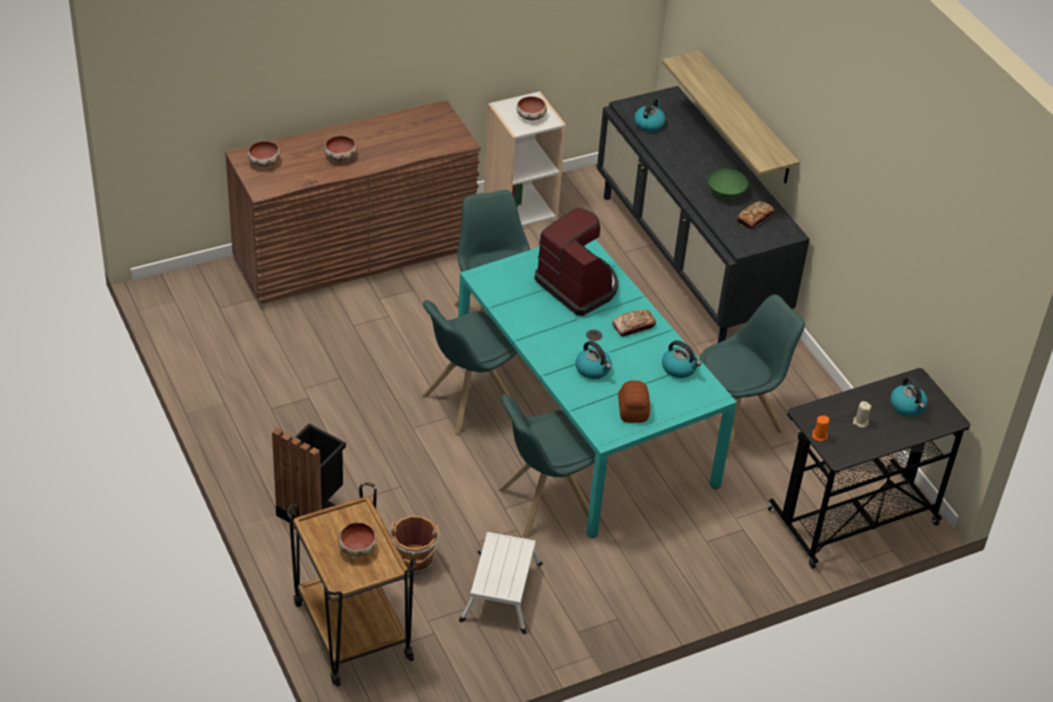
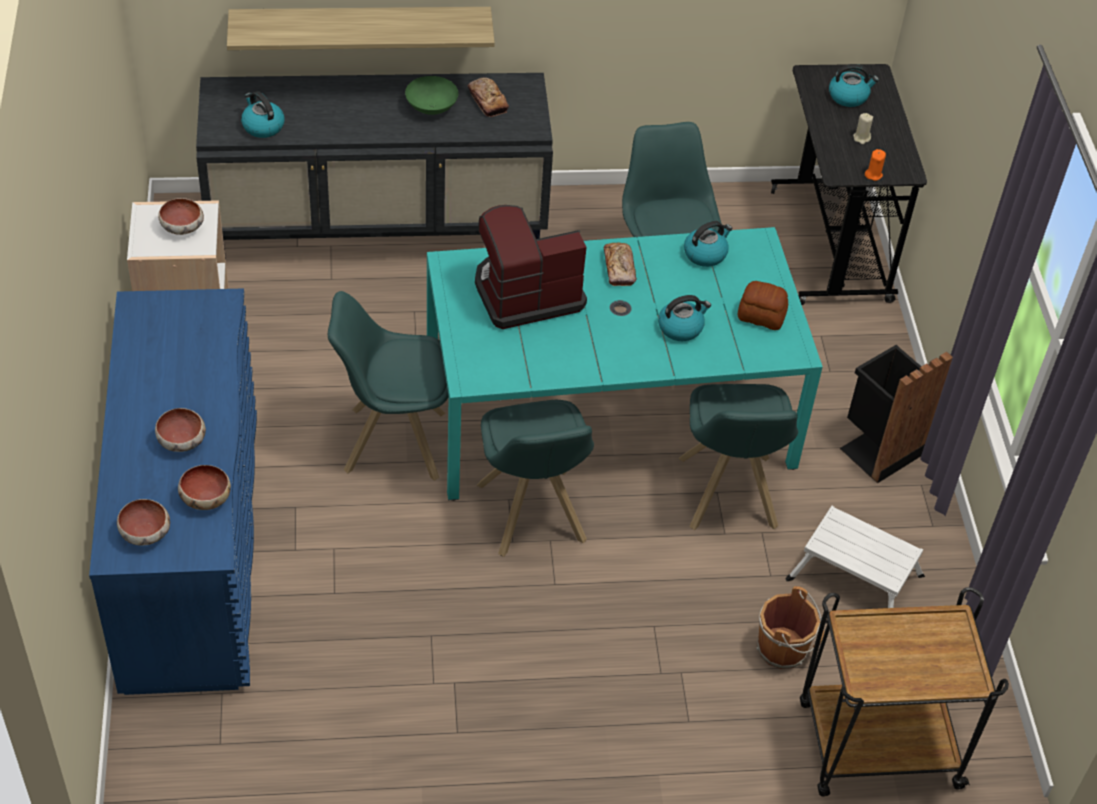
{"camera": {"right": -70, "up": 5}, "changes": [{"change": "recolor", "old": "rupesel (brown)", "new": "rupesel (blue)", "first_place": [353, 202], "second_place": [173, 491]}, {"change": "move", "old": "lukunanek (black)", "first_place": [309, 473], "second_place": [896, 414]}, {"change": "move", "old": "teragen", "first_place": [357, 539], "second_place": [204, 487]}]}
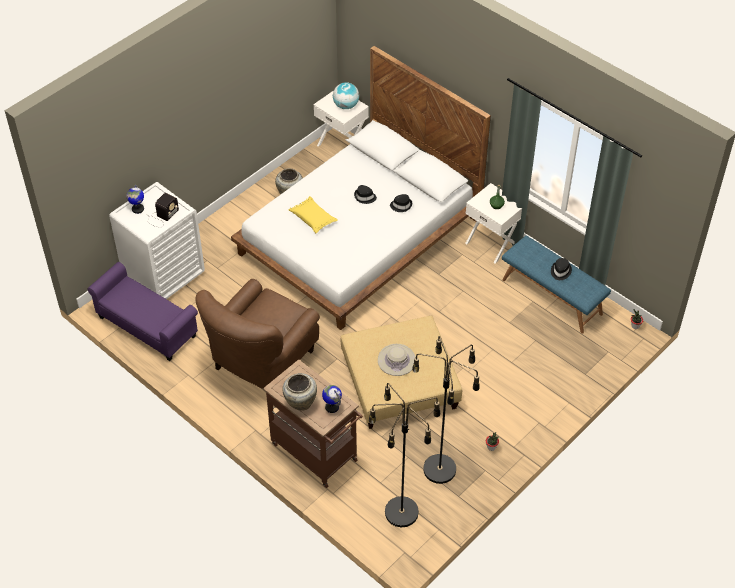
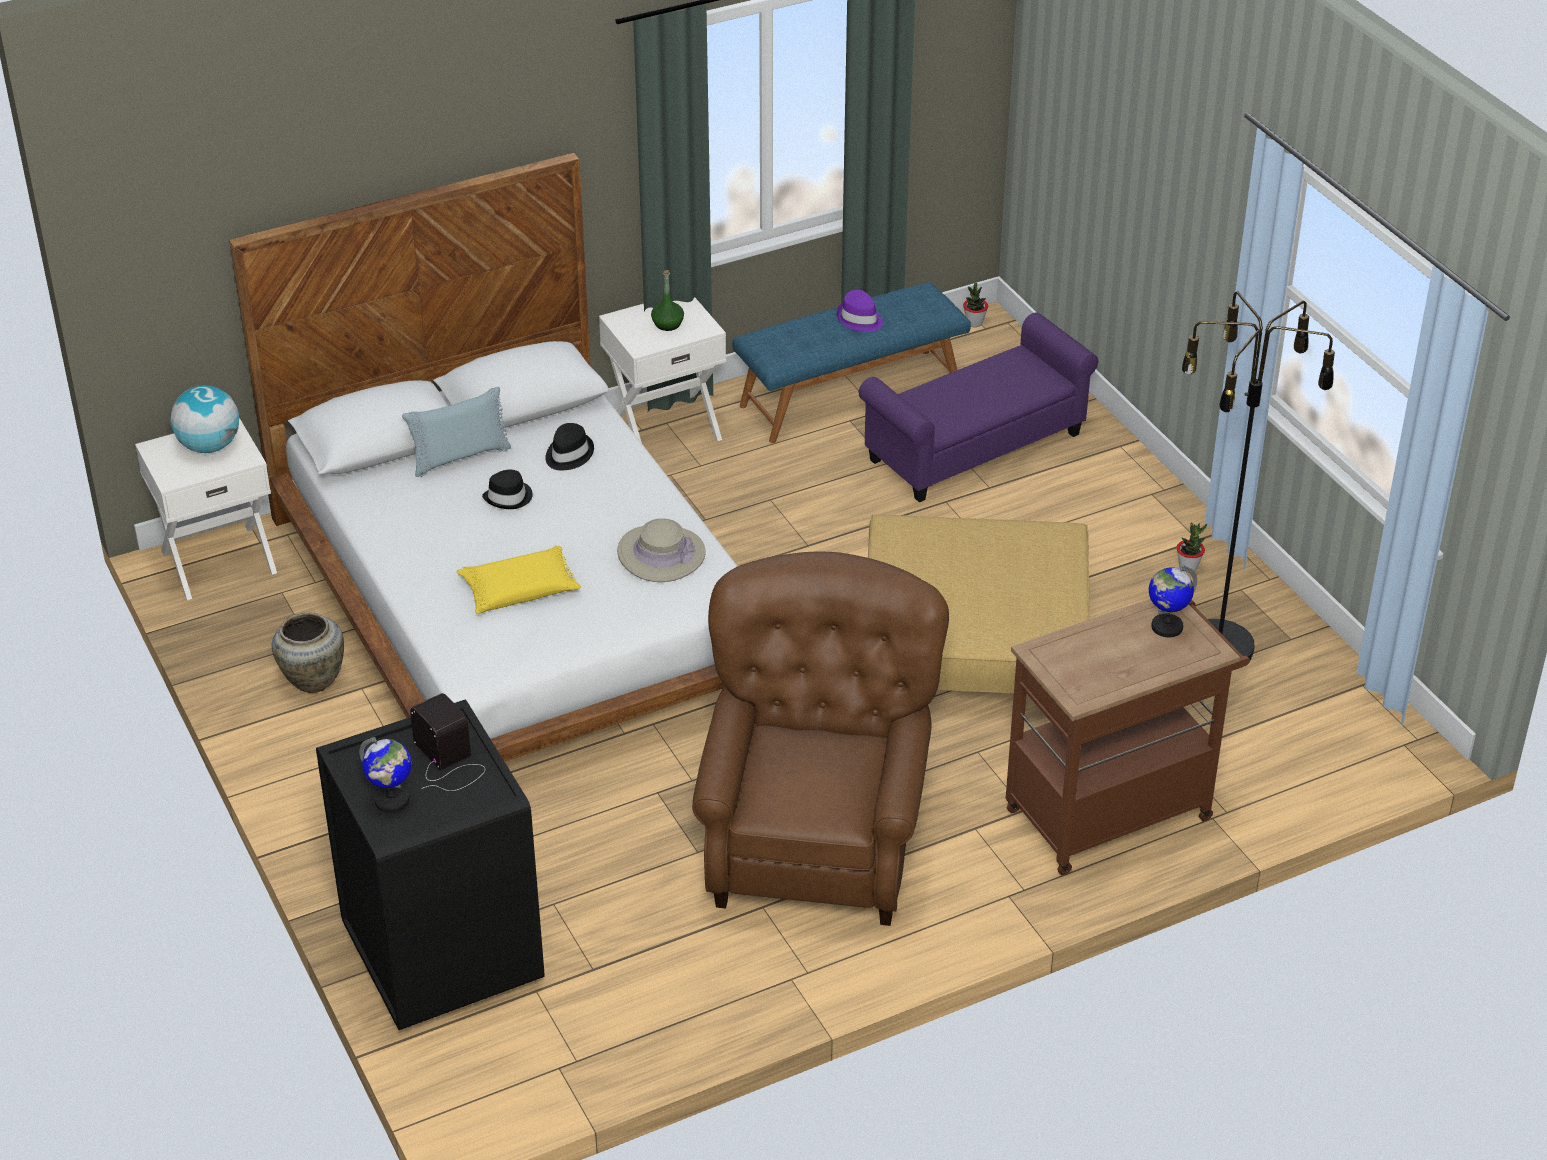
{"camera": {"right": -70, "up": -10}, "changes": [{"change": "move", "old": "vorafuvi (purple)", "first_place": [142, 311], "second_place": [978, 407]}, {"change": "recolor", "old": "rupesel (white)", "new": "rupesel (black)", "first_place": [157, 240], "second_place": [430, 864]}, {"change": "rotate", "old": "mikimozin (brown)", "first_place": [257, 334], "second_place": [820, 739], "degrees": -135}, {"change": "delete", "old": "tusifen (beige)", "first_place": [299, 392]}, {"change": "delete", "old": "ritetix", "first_place": [404, 455]}, {"change": "move", "old": "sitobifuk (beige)", "first_place": [397, 360], "second_place": [661, 550]}, {"change": "recolor", "old": "sitobifuk (black)", "new": "sitobifuk (purple)", "first_place": [561, 269], "second_place": [860, 311]}, {"change": "insert", "new": "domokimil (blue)", "second_place": [456, 432]}]}
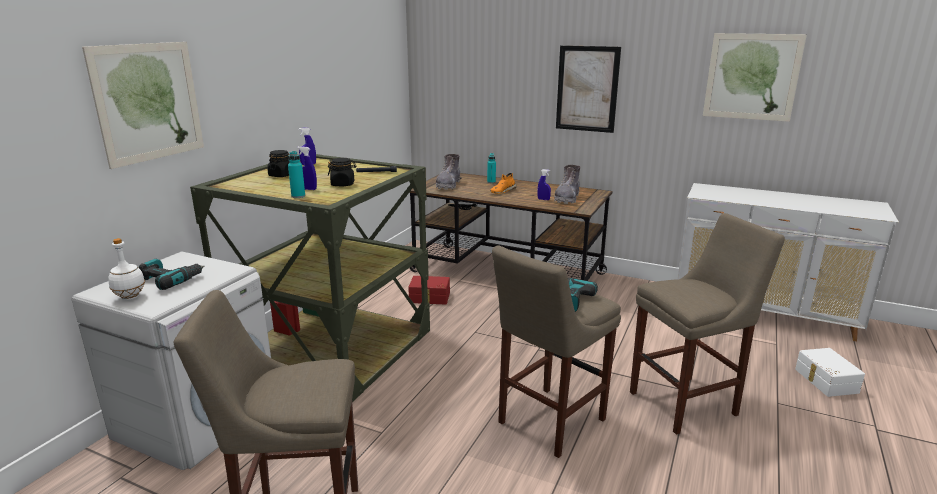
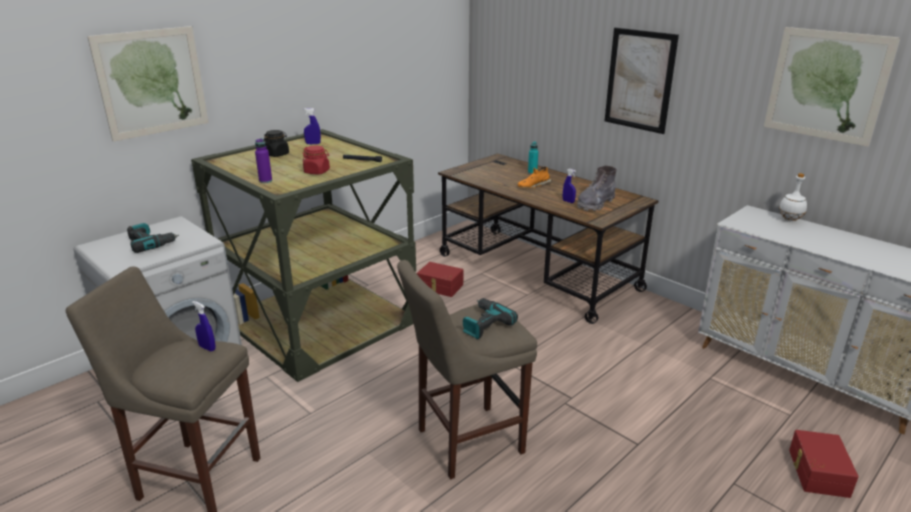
{"camera": {"right": 20, "up": 5}, "changes": [{"change": "move", "old": "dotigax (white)", "first_place": [126, 269], "second_place": [793, 197]}, {"change": "recolor", "old": "dotigax (turquoise)", "new": "dotigax (purple)", "first_place": [296, 174], "second_place": [263, 160]}, {"change": "move", "old": "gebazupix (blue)", "first_place": [307, 168], "second_place": [204, 326]}, {"change": "recolor", "old": "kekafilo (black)", "new": "kekafilo (red)", "first_place": [342, 172], "second_place": [316, 159]}, {"change": "delete", "old": "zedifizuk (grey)", "first_place": [448, 172]}, {"change": "delete", "old": "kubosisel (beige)", "first_place": [707, 324]}, {"change": "recolor", "old": "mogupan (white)", "new": "mogupan (red)", "first_place": [830, 372], "second_place": [824, 464]}]}
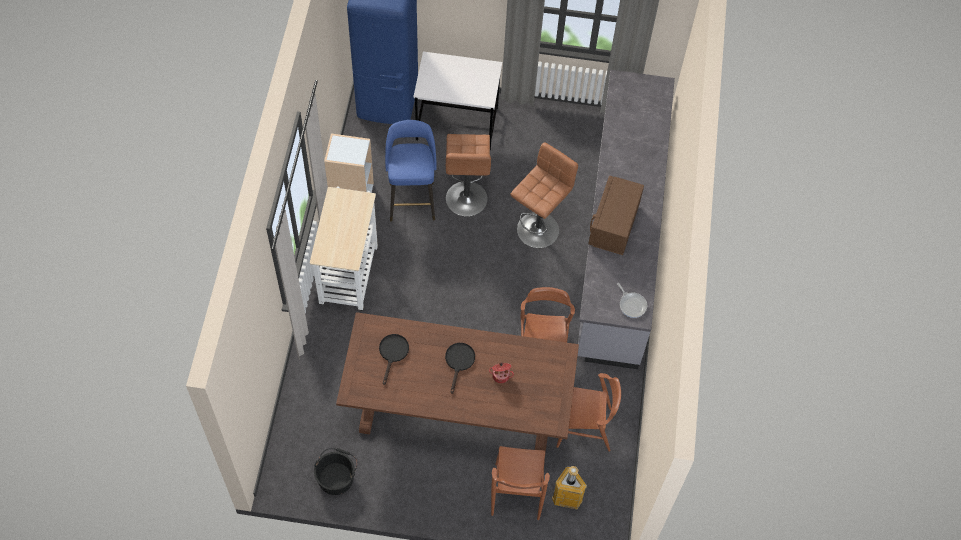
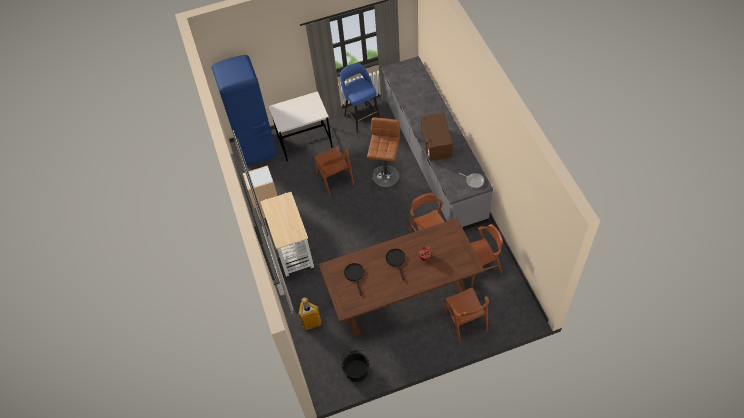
{"camera": {"right": -20, "up": -5}, "changes": [{"change": "move", "old": "kubosisel (blue)", "first_place": [410, 170], "second_place": [360, 98]}, {"change": "replace", "old": "kubosisel (brown)", "new": "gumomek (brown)", "first_place": [468, 175], "second_place": [334, 171]}, {"change": "move", "old": "lukunanek", "first_place": [569, 487], "second_place": [310, 313]}]}
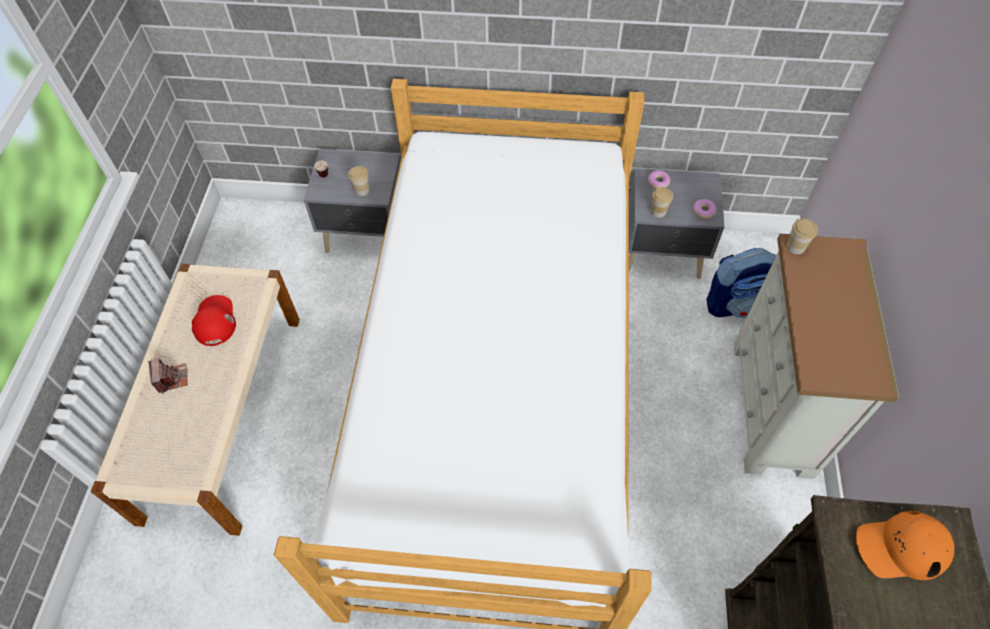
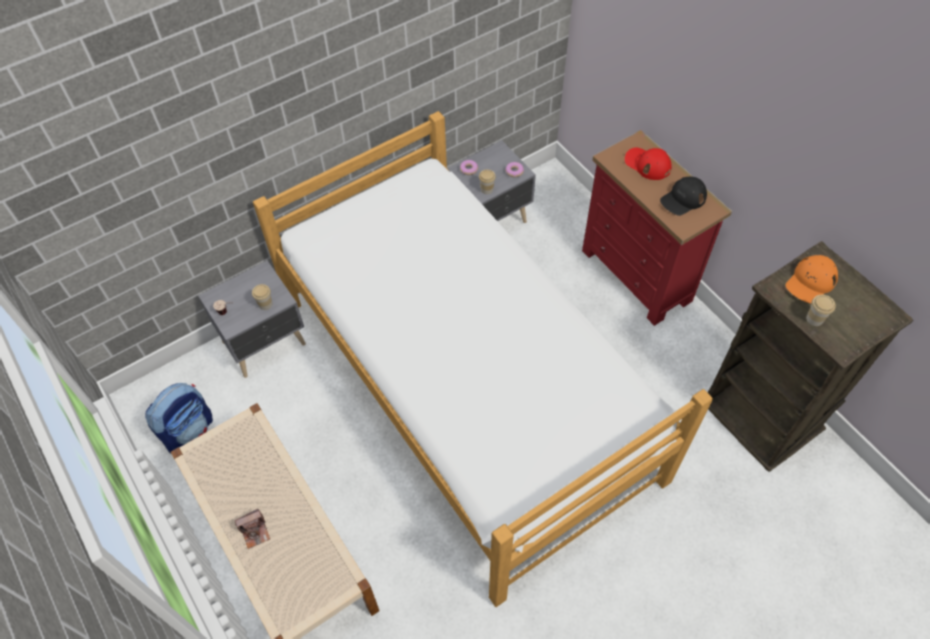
{"camera": {"right": -40, "up": 0}, "changes": [{"change": "rotate", "old": "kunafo", "first_place": [168, 376], "second_place": [252, 529], "degrees": 120}, {"change": "move", "old": "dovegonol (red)", "first_place": [214, 320], "second_place": [648, 164]}, {"change": "move", "old": "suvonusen", "first_place": [741, 283], "second_place": [179, 418]}, {"change": "recolor", "old": "rupesel (white)", "new": "rupesel (red)", "first_place": [816, 356], "second_place": [657, 228]}, {"change": "move", "old": "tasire", "first_place": [802, 236], "second_place": [821, 310]}, {"change": "insert", "new": "dovegonol (black)", "second_place": [683, 196]}]}
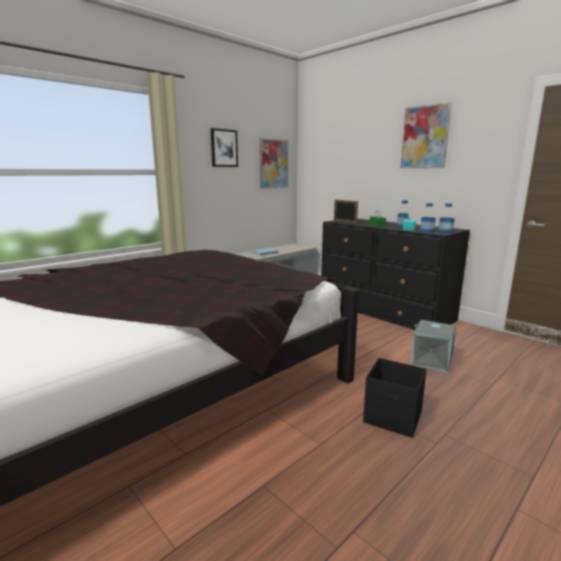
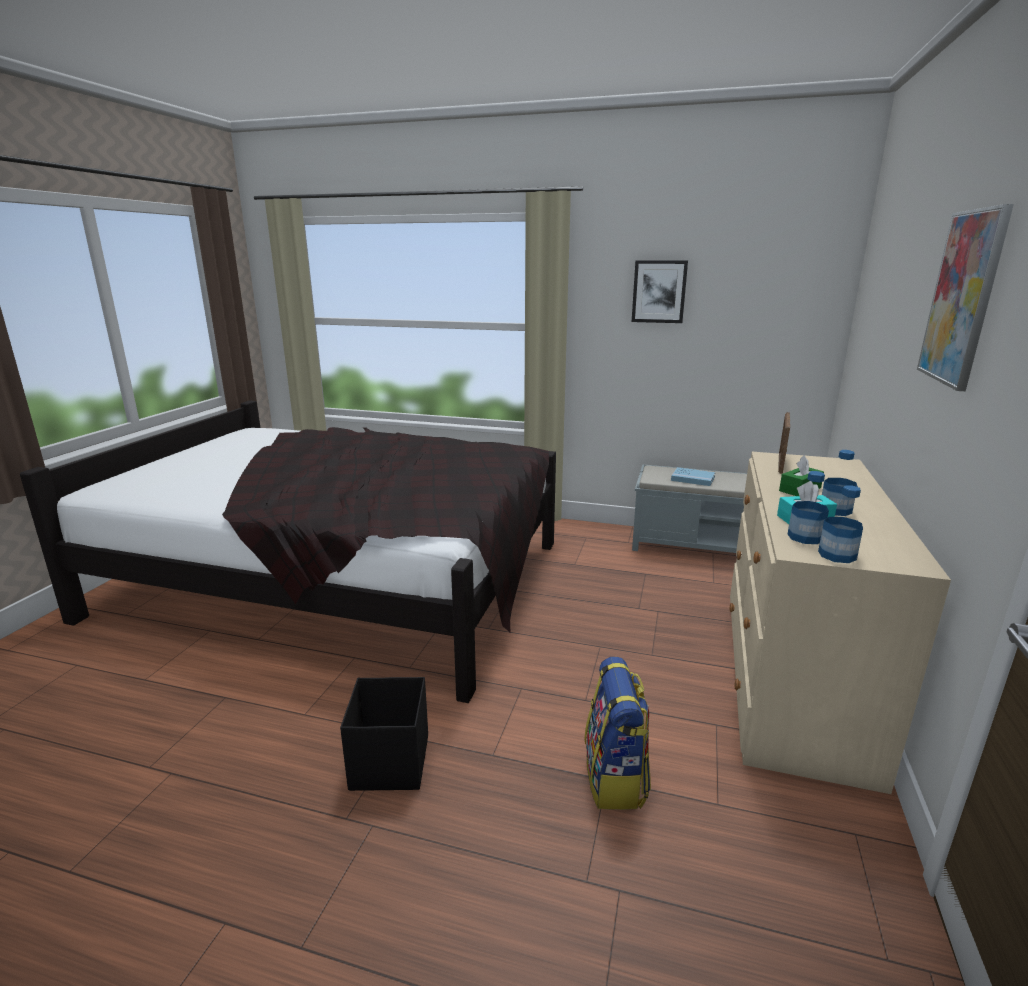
{"camera": {"right": 60, "up": 5}, "changes": [{"change": "delete", "old": "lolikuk", "first_place": [274, 163]}, {"change": "recolor", "old": "rupesel (black)", "new": "rupesel (beige)", "first_place": [395, 274], "second_place": [840, 623]}, {"change": "replace", "old": "mogupan (grey)", "new": "suvonusen", "first_place": [434, 346], "second_place": [618, 733]}]}
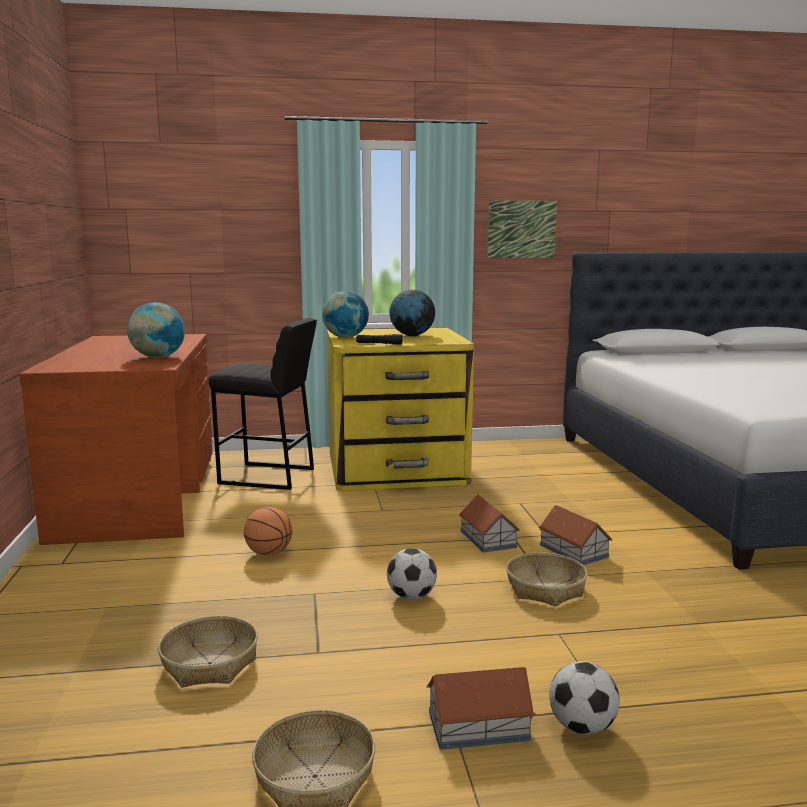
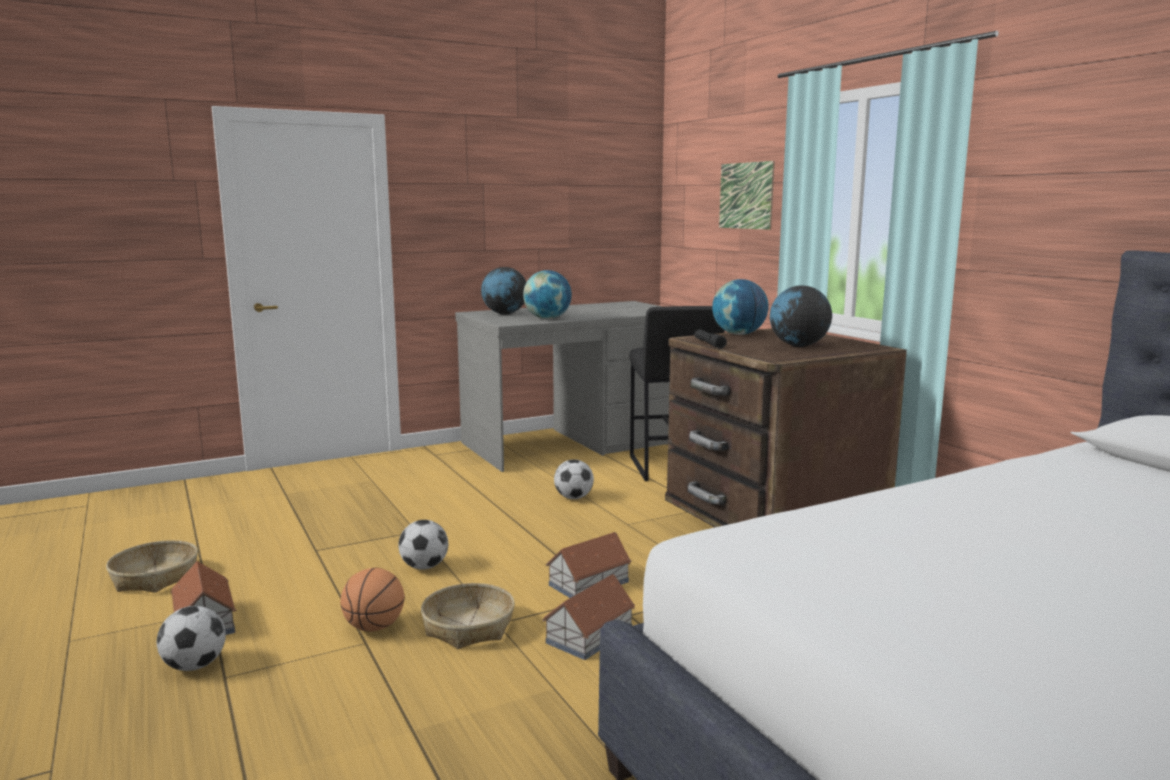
{"camera": {"right": 70, "up": 0}, "changes": [{"change": "recolor", "old": "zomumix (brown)", "new": "zomumix (grey)", "first_place": [116, 439], "second_place": [562, 386]}, {"change": "delete", "old": "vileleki", "first_place": [208, 652]}, {"change": "move", "old": "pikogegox", "first_place": [268, 531], "second_place": [372, 600]}, {"change": "recolor", "old": "rupesel (yellow)", "new": "rupesel (brown)", "first_place": [400, 409], "second_place": [786, 427]}, {"change": "move", "old": "lolikuk", "first_place": [522, 229], "second_place": [747, 195]}, {"change": "insert", "new": "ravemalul", "second_place": [503, 291]}, {"change": "insert", "new": "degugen", "second_place": [574, 479]}]}
